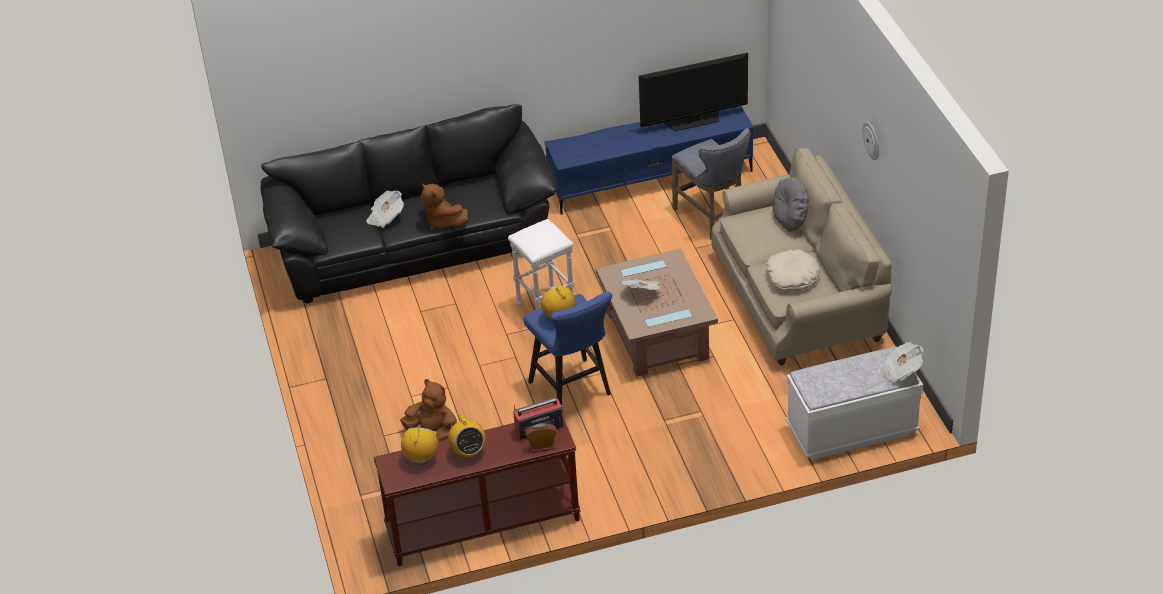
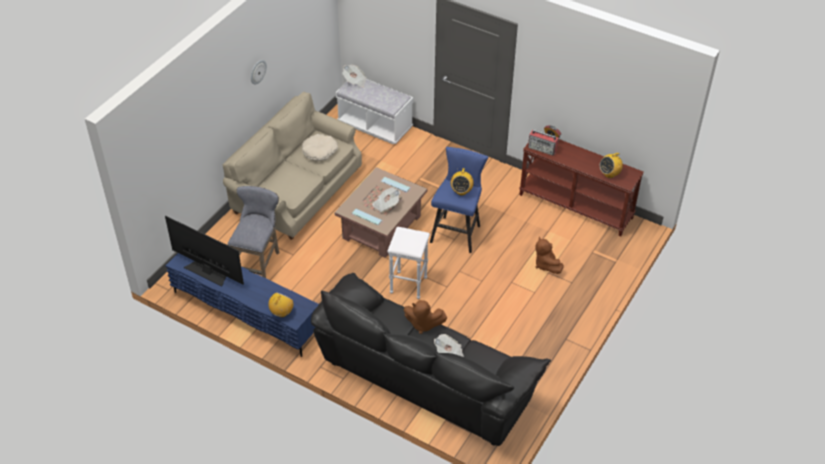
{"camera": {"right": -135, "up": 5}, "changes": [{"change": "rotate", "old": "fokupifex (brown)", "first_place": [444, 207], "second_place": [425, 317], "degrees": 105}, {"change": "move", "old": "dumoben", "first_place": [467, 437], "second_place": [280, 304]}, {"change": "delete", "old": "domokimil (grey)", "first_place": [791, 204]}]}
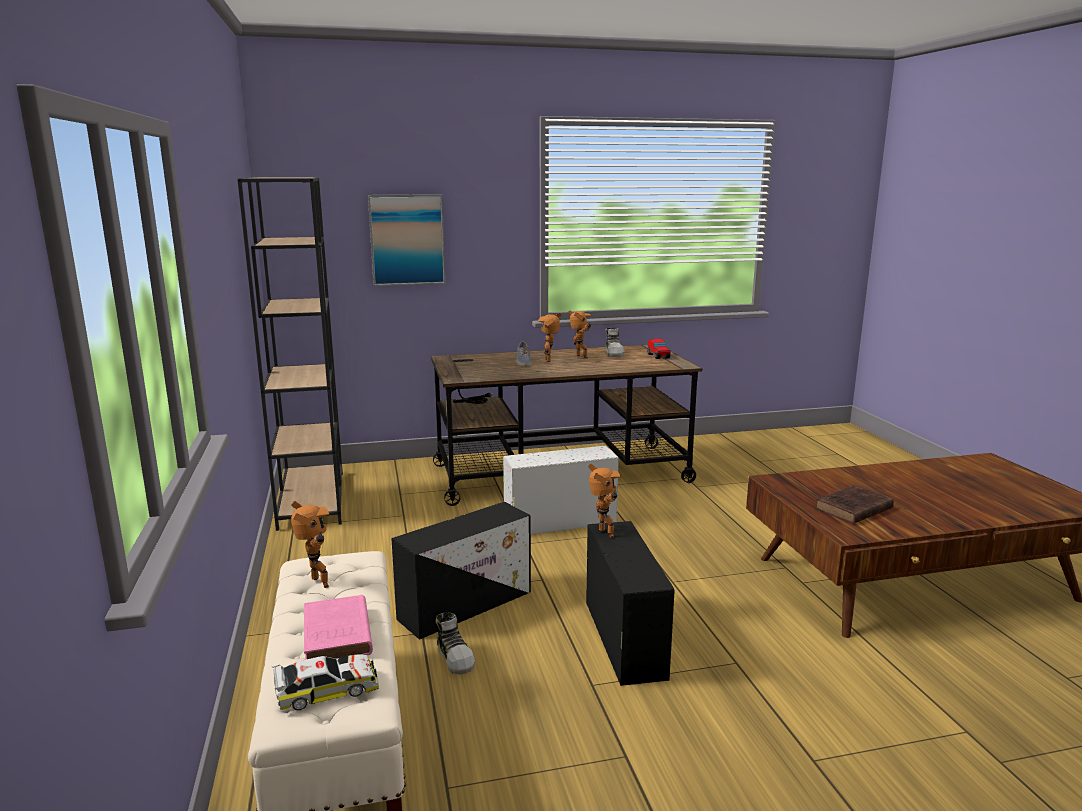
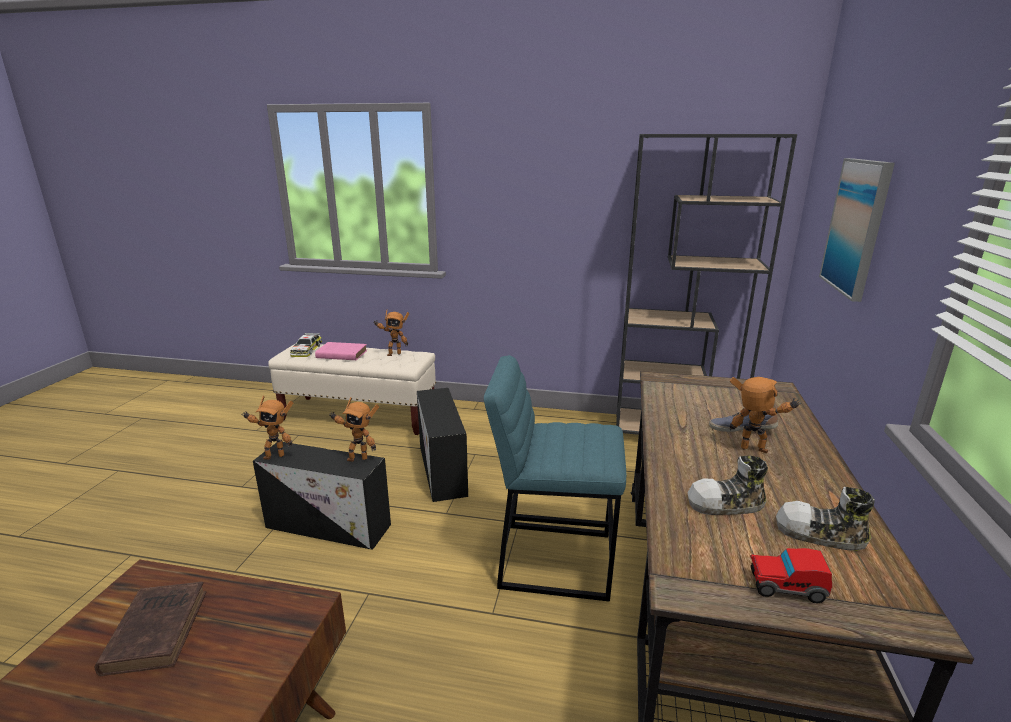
{"camera": {"right": 115, "up": 5}, "changes": [{"change": "move", "old": "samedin", "first_place": [456, 643], "second_place": [728, 485]}, {"change": "replace", "old": "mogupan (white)", "new": "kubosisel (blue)", "first_place": [561, 490], "second_place": [555, 478]}, {"change": "move", "old": "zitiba", "first_place": [579, 334], "second_place": [268, 428]}]}
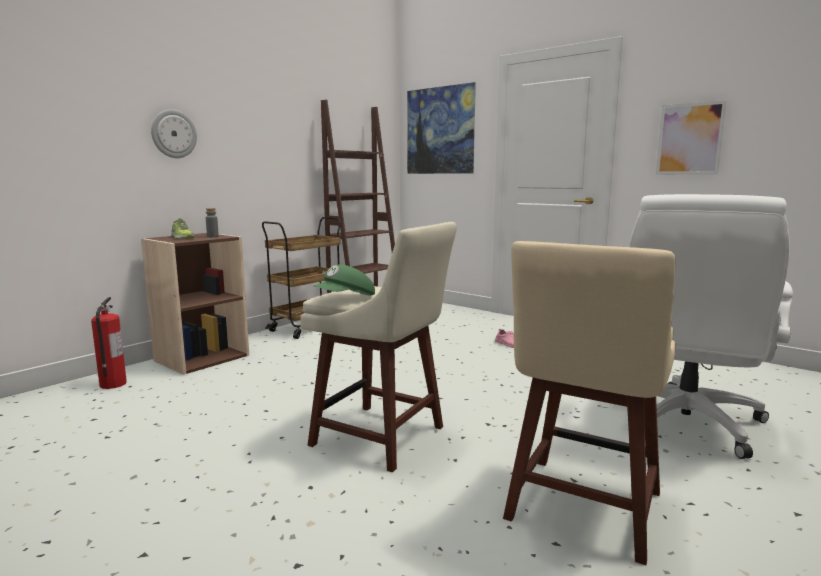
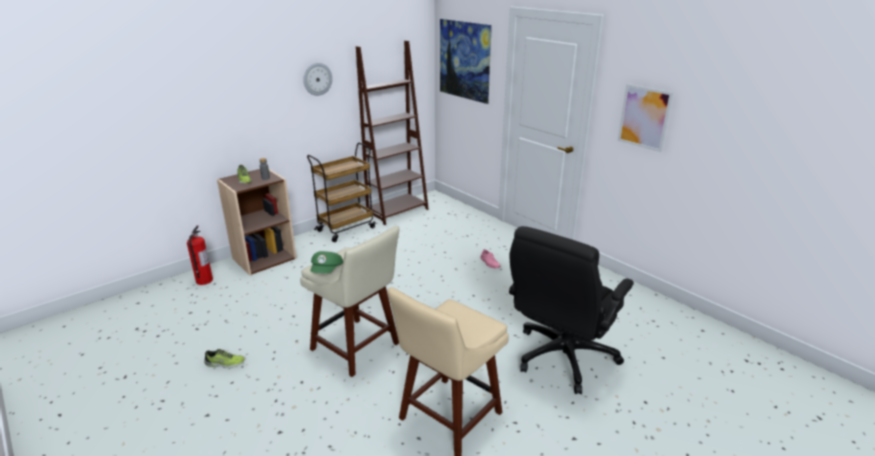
{"camera": {"right": 10, "up": 15}, "changes": [{"change": "move", "old": "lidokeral", "first_place": [174, 133], "second_place": [318, 79]}, {"change": "rotate", "old": "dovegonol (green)", "first_place": [344, 279], "second_place": [326, 262], "degrees": -45}, {"change": "recolor", "old": "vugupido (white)", "new": "vugupido (black)", "first_place": [711, 326], "second_place": [571, 310]}, {"change": "insert", "new": "samedin", "second_place": [224, 358]}]}
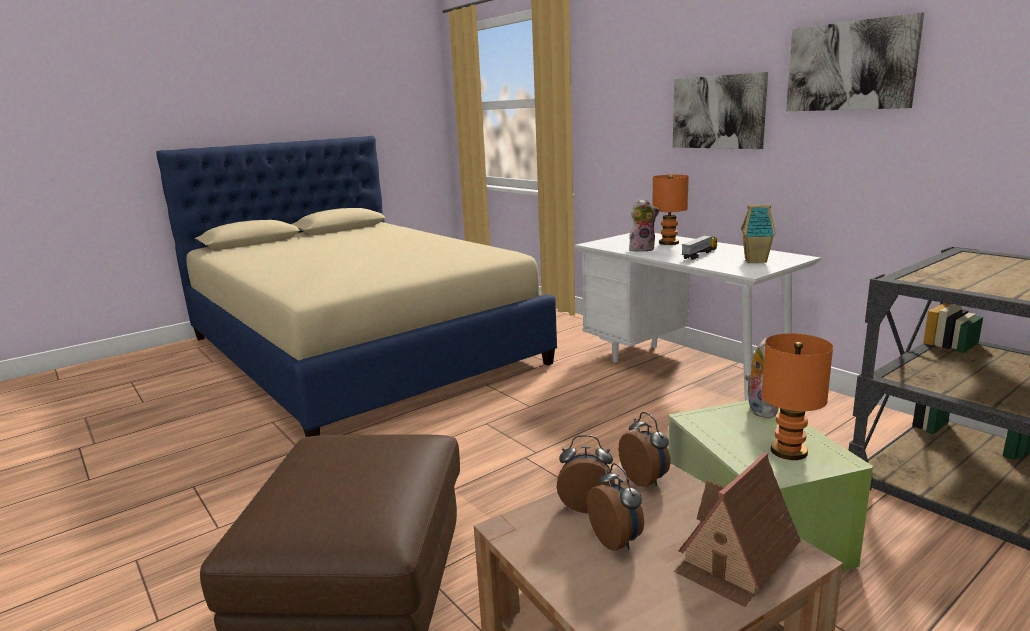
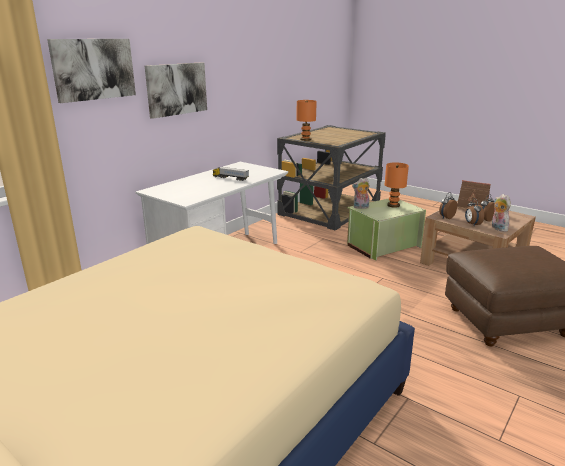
{"camera": {"right": -105, "up": 5}, "changes": [{"change": "move", "old": "fokupifex", "first_place": [644, 225], "second_place": [501, 213]}, {"change": "move", "old": "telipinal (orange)", "first_place": [670, 210], "second_place": [306, 120]}, {"change": "delete", "old": "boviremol", "first_place": [758, 234]}, {"change": "move", "old": "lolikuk", "first_place": [855, 61], "second_place": [91, 71]}]}
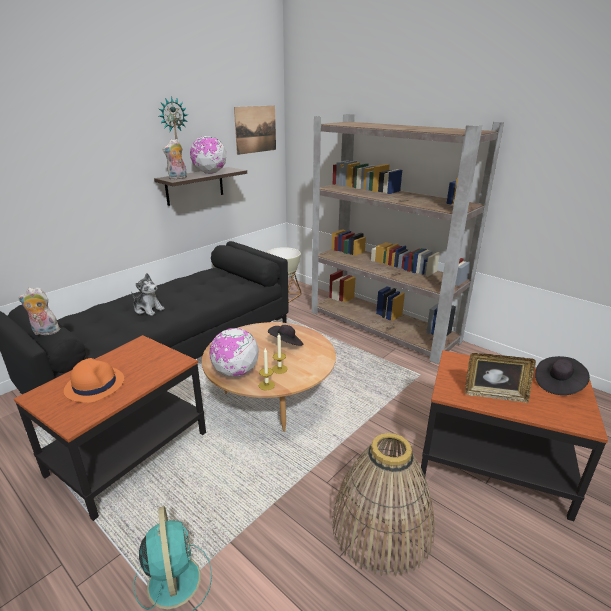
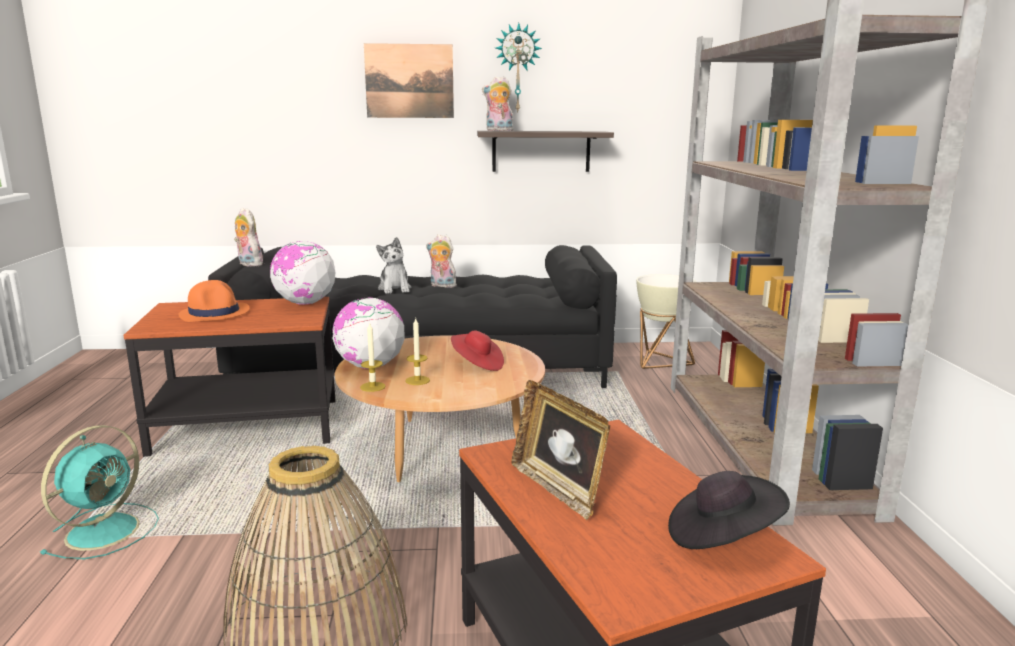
{"camera": {"right": 45, "up": -10}, "changes": [{"change": "move", "old": "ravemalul", "first_place": [208, 155], "second_place": [303, 273]}, {"change": "move", "old": "lolikuk", "first_place": [255, 130], "second_place": [409, 80]}, {"change": "recolor", "old": "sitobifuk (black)", "new": "sitobifuk (red)", "first_place": [285, 335], "second_place": [477, 350]}, {"change": "insert", "new": "fokupifex", "second_place": [442, 261]}]}
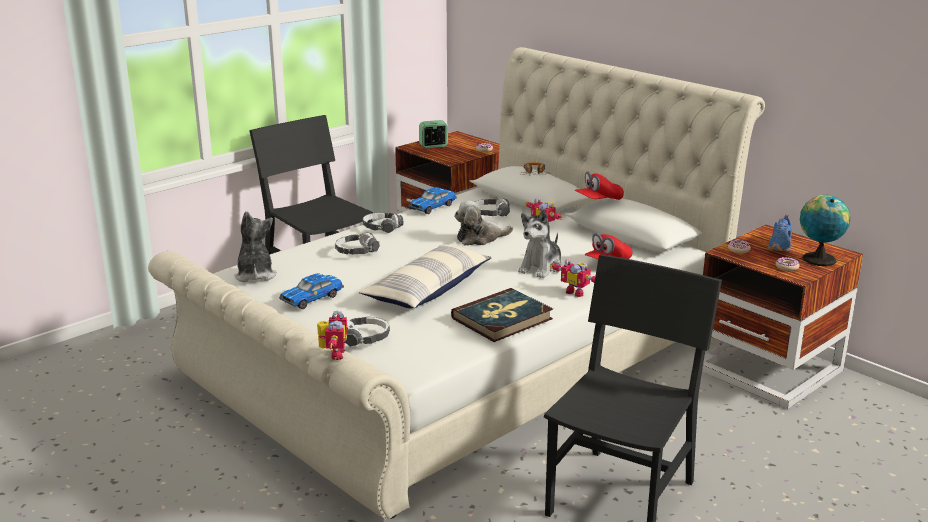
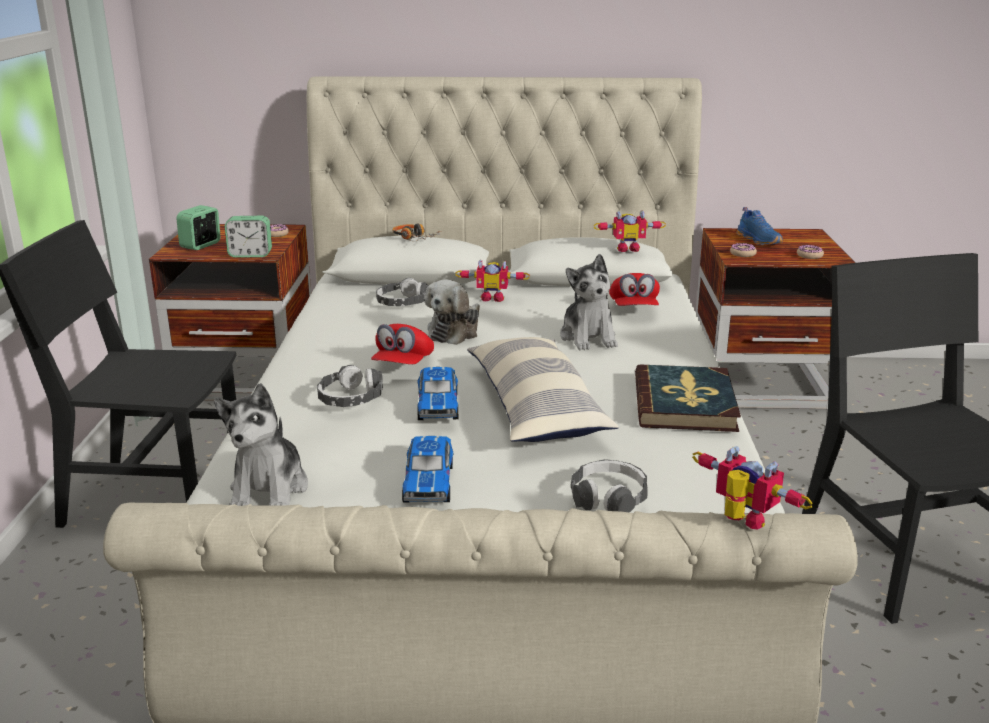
{"camera": {"right": -45, "up": 0}, "changes": [{"change": "rotate", "old": "fokupifex", "first_place": [255, 246], "second_place": [261, 444], "degrees": -120}, {"change": "delete", "old": "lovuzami", "first_place": [383, 222]}, {"change": "move", "old": "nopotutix", "first_place": [432, 200], "second_place": [437, 393]}, {"change": "move", "old": "zitiba", "first_place": [572, 278], "second_place": [630, 231]}, {"change": "move", "old": "dovegonol (red)", "first_place": [599, 185], "second_place": [402, 344]}, {"change": "delete", "old": "ravemalul", "first_place": [825, 230]}, {"change": "insert", "new": "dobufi", "second_place": [248, 237]}]}
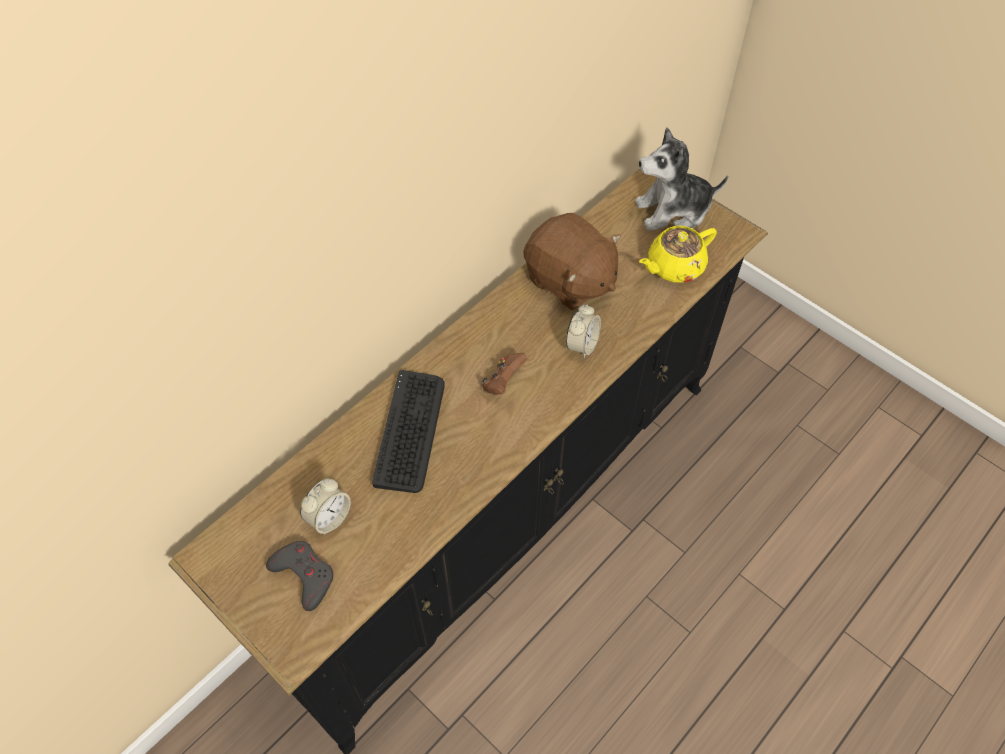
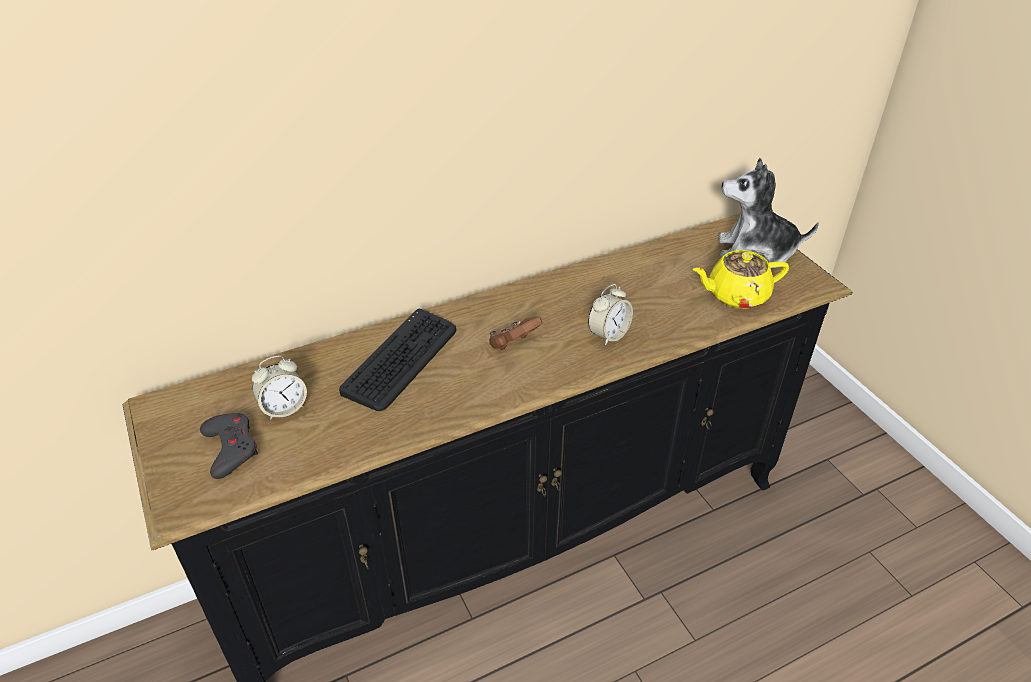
{"camera": {"right": 20, "up": -15}, "changes": [{"change": "delete", "old": "fokupifex (brown)", "first_place": [572, 261]}]}
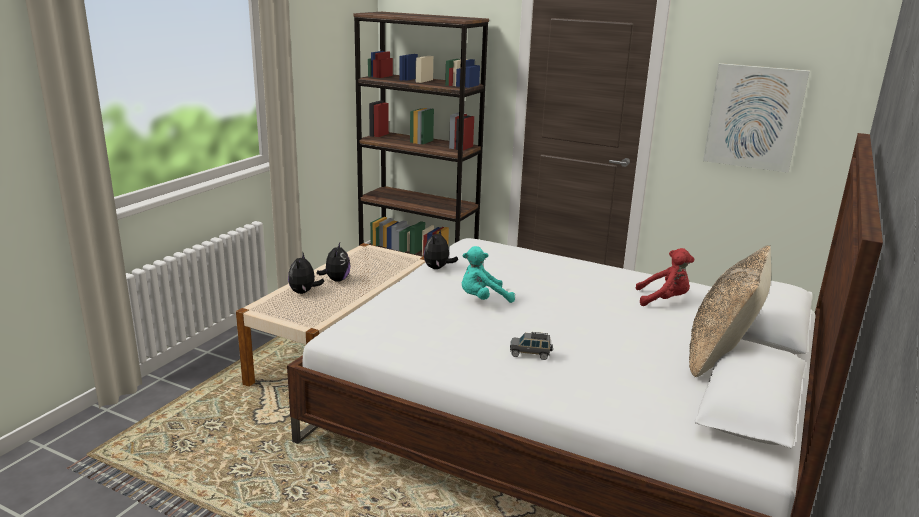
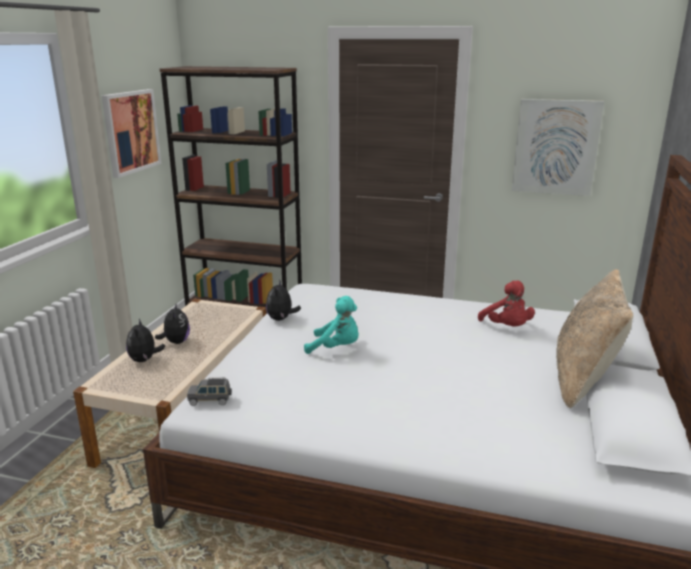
{"camera": {"right": -10, "up": 0}, "changes": [{"change": "rotate", "old": "fokupifex (turquoise)", "first_place": [488, 274], "second_place": [331, 325], "degrees": -135}, {"change": "move", "old": "nopotutix (grey)", "first_place": [531, 346], "second_place": [209, 392]}, {"change": "rotate", "old": "fokupifex (red)", "first_place": [665, 277], "second_place": [506, 304], "degrees": 75}, {"change": "insert", "new": "lolikuk", "second_place": [131, 133]}]}
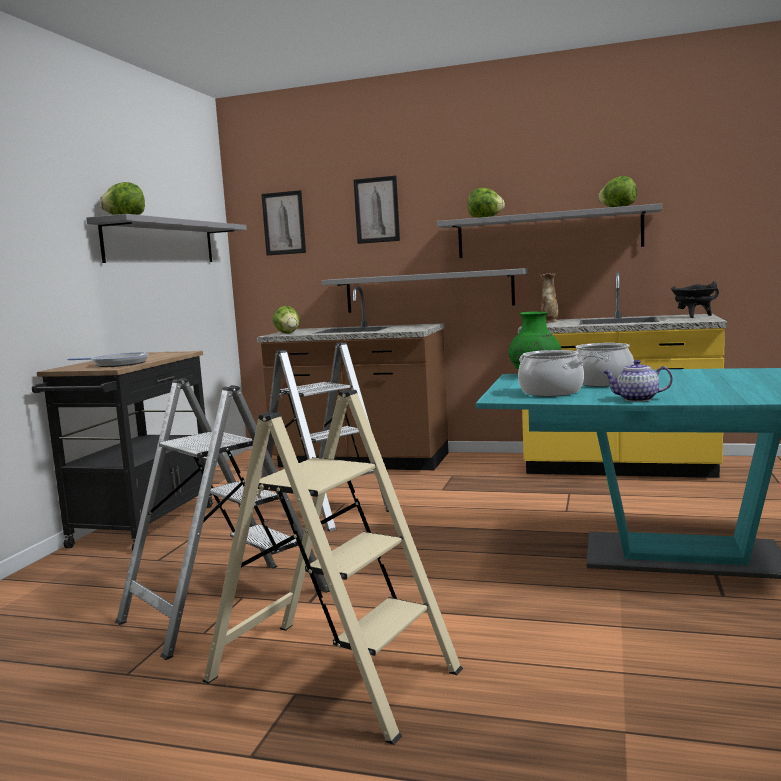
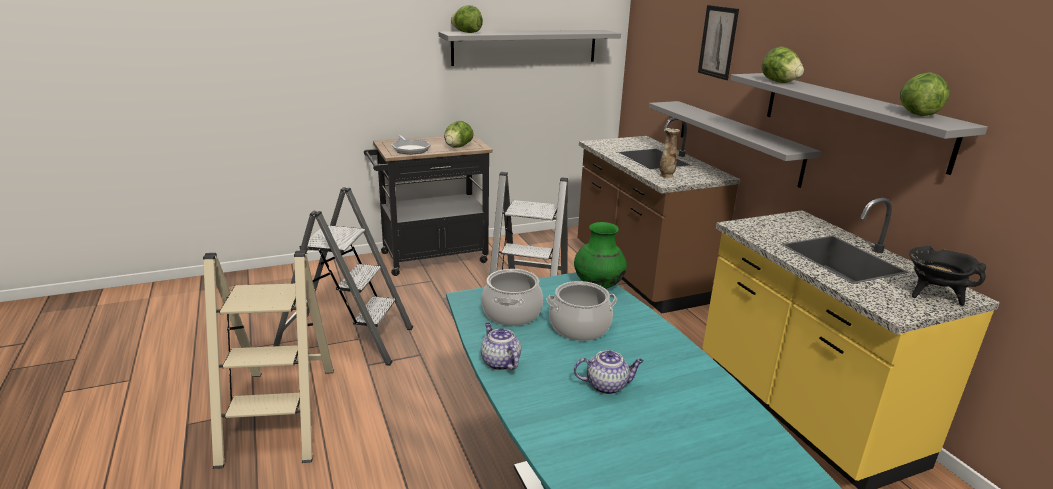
{"camera": {"right": 50, "up": 15}, "changes": [{"change": "delete", "old": "lolikuk", "first_place": [283, 222]}, {"change": "move", "old": "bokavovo", "first_place": [286, 320], "second_place": [459, 134]}, {"change": "move", "old": "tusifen", "first_place": [549, 298], "second_place": [670, 153]}, {"change": "insert", "new": "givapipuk", "second_place": [609, 372]}]}
